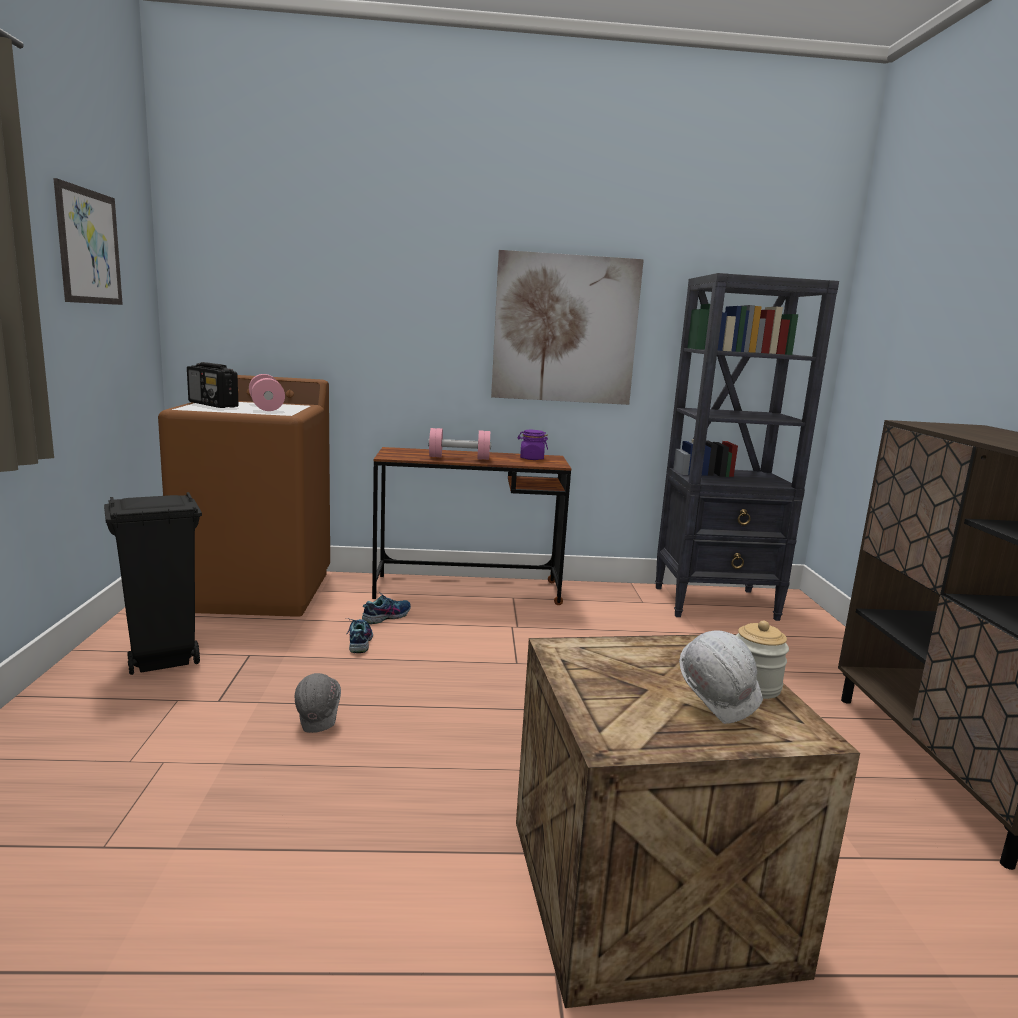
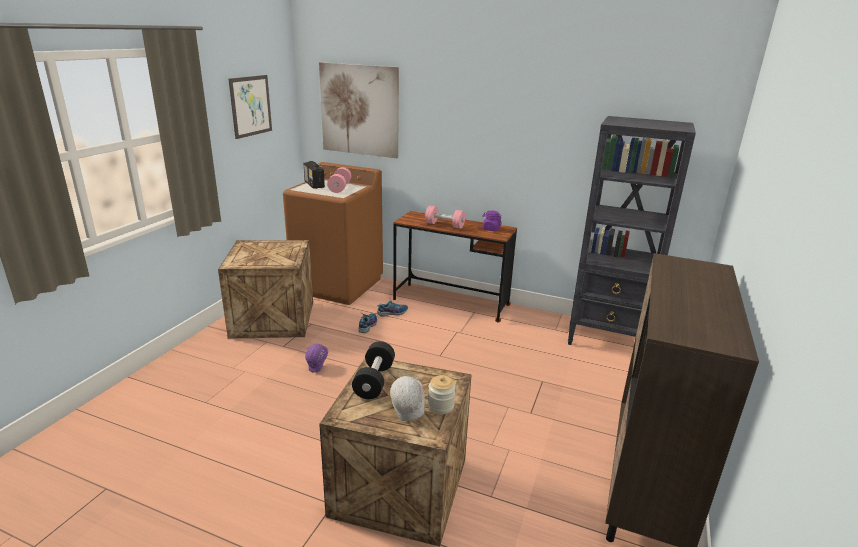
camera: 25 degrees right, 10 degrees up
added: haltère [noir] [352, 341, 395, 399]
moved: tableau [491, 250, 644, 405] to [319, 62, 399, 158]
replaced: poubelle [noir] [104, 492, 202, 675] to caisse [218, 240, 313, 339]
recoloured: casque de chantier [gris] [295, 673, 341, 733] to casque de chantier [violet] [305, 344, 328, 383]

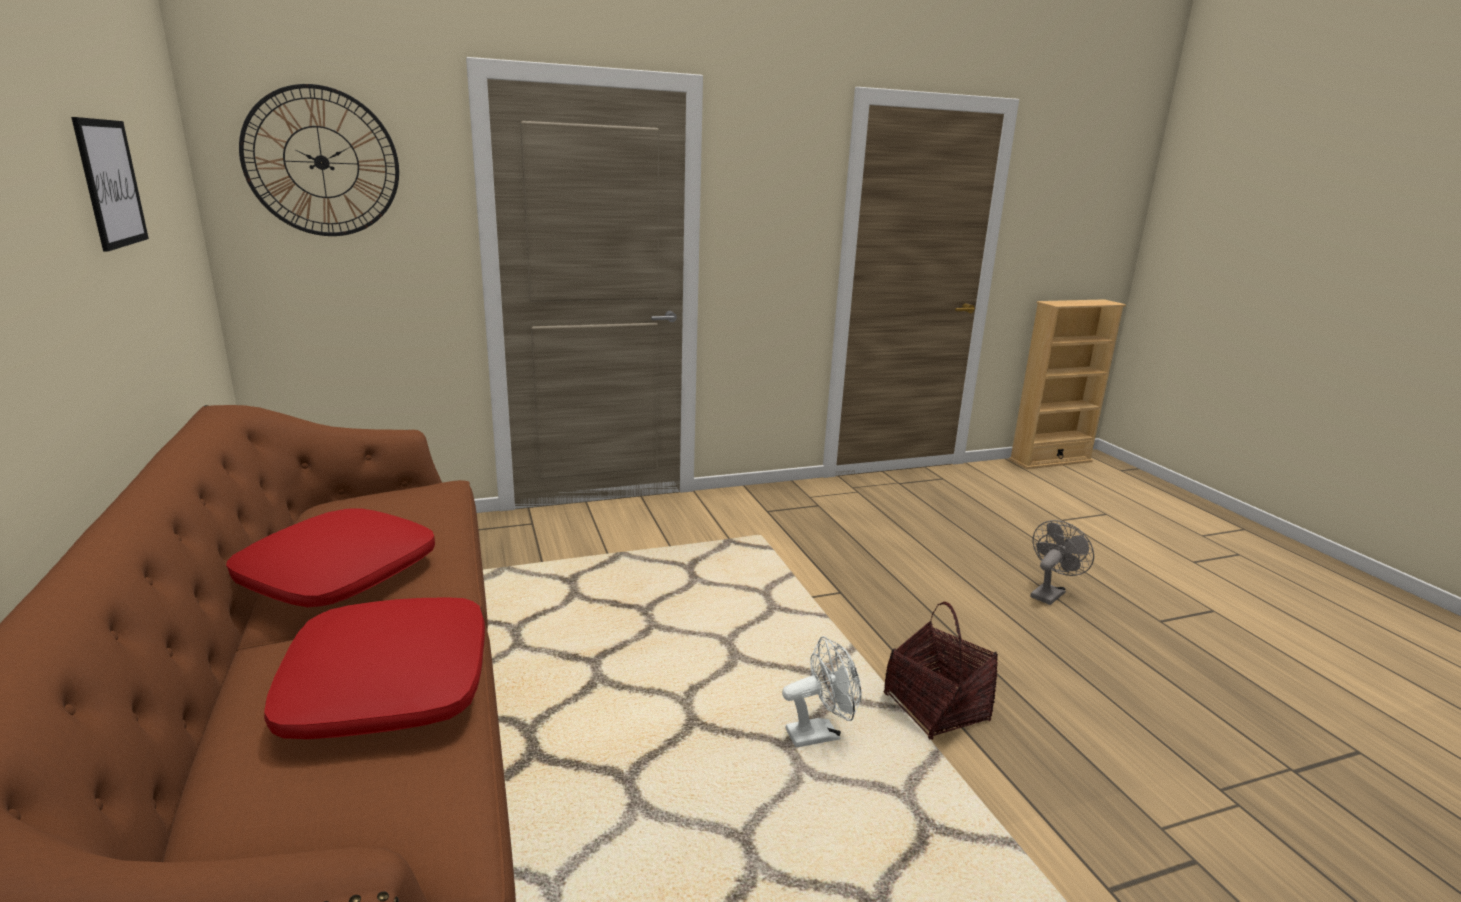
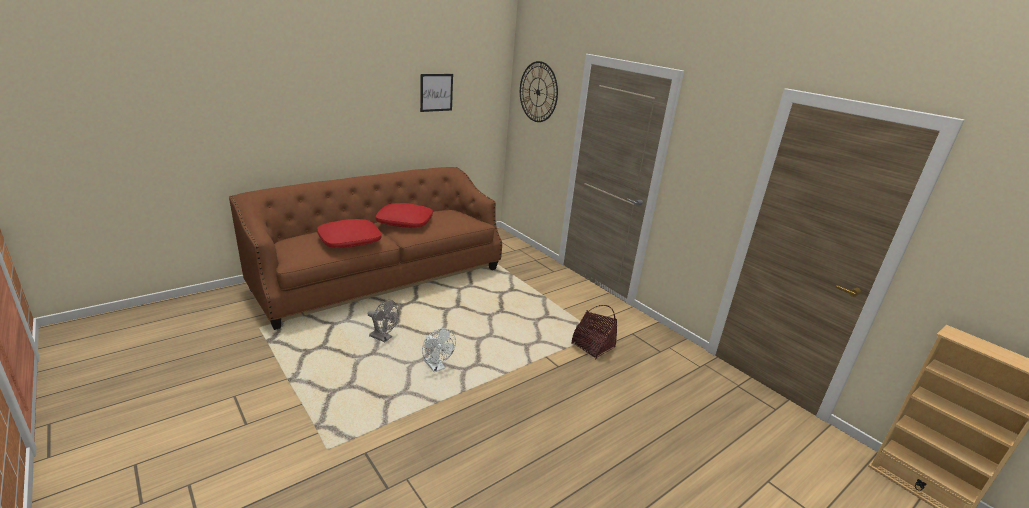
camera: 70 degrees right, 5 degrees up
moved: panier [884, 602, 998, 740] to [571, 305, 617, 359]; ventilateur [gris] [1030, 520, 1094, 605] to [368, 299, 399, 342]

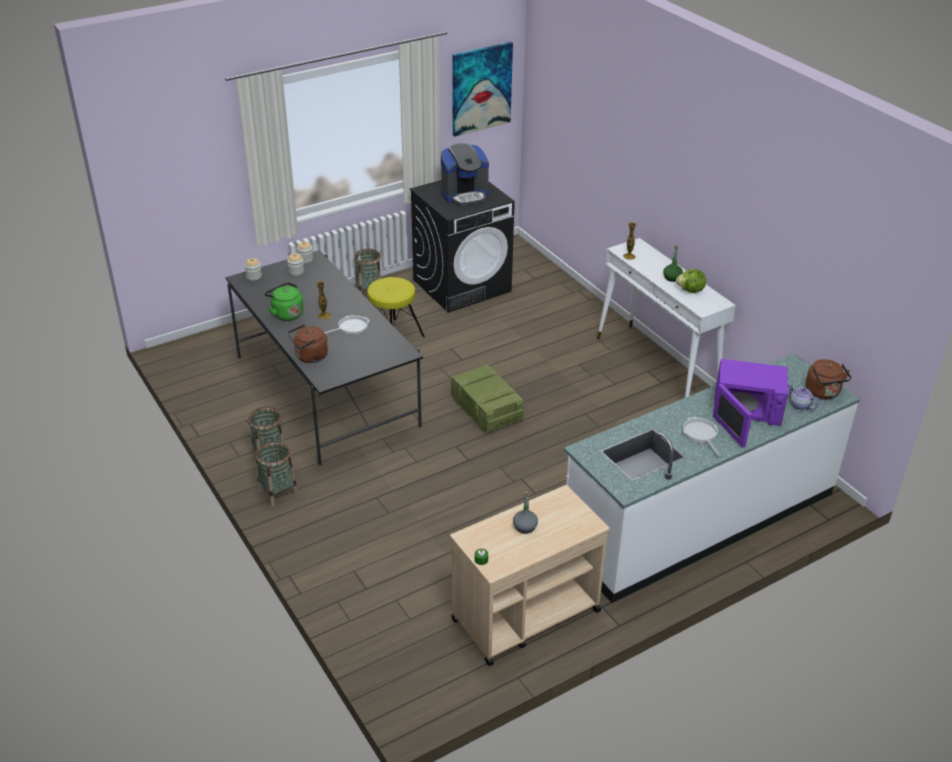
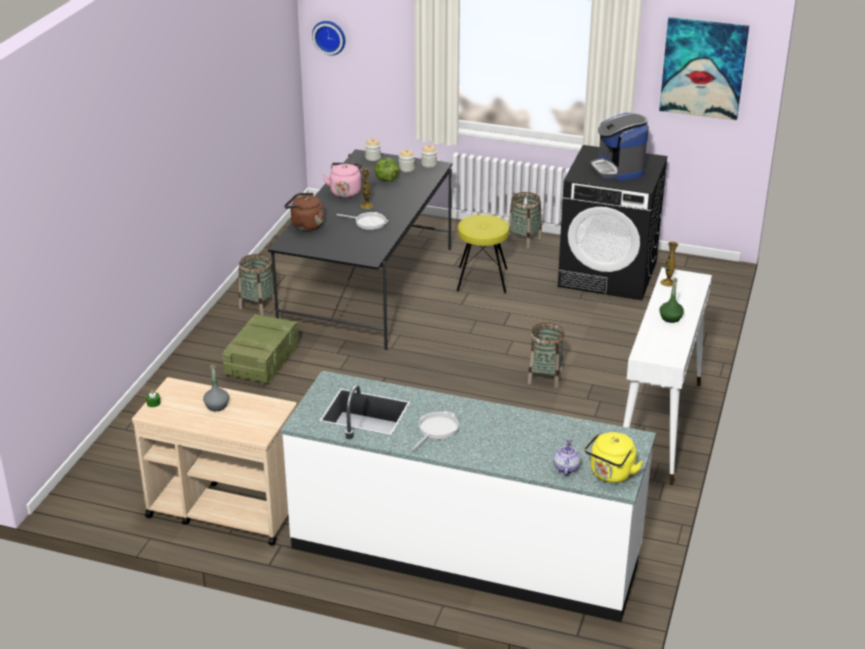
camera: 50 degrees right, 5 degrees down
removed: micro-ondes [violet] [713, 359, 788, 448]
added: horloge murale [312, 21, 345, 55]
moved: panier [256, 442, 298, 507] to [527, 323, 565, 388]; caisse [451, 365, 524, 433] to [222, 314, 299, 383]; laitue [676, 269, 706, 293] to [374, 158, 399, 181]
recoloured: bouilloire [vert] [264, 282, 304, 321] to bouilloire [rose] [323, 163, 362, 198]; bouilloire [marron] [806, 359, 851, 399] to bouilloire [jaune] [585, 432, 643, 483]
turned: machine à café [441, 143, 489, 206] = [590, 113, 649, 181] 45 degrees clockwise

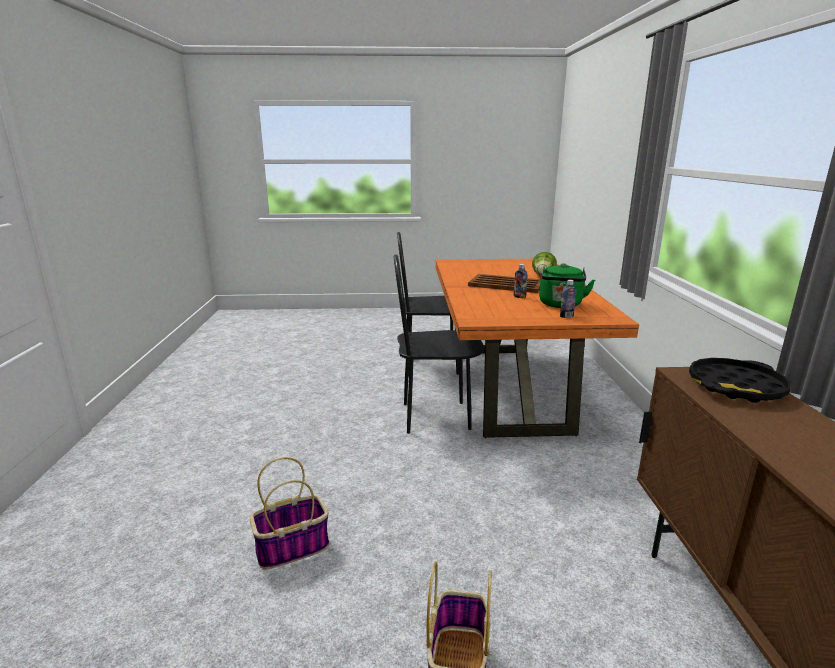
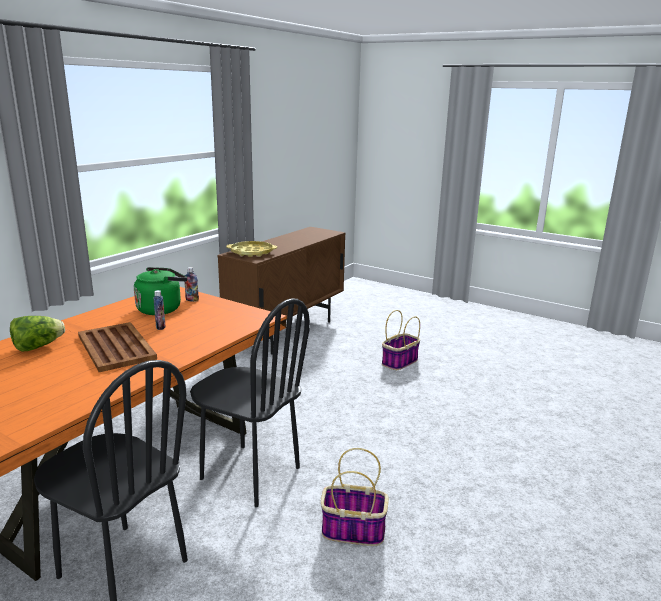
camera: 145 degrees left, 0 degrees up
moved: panier [250, 457, 329, 569] to [321, 448, 389, 546]
recoloured: plateau [noir] [689, 358, 791, 403] to plateau [jaune] [226, 241, 277, 257]

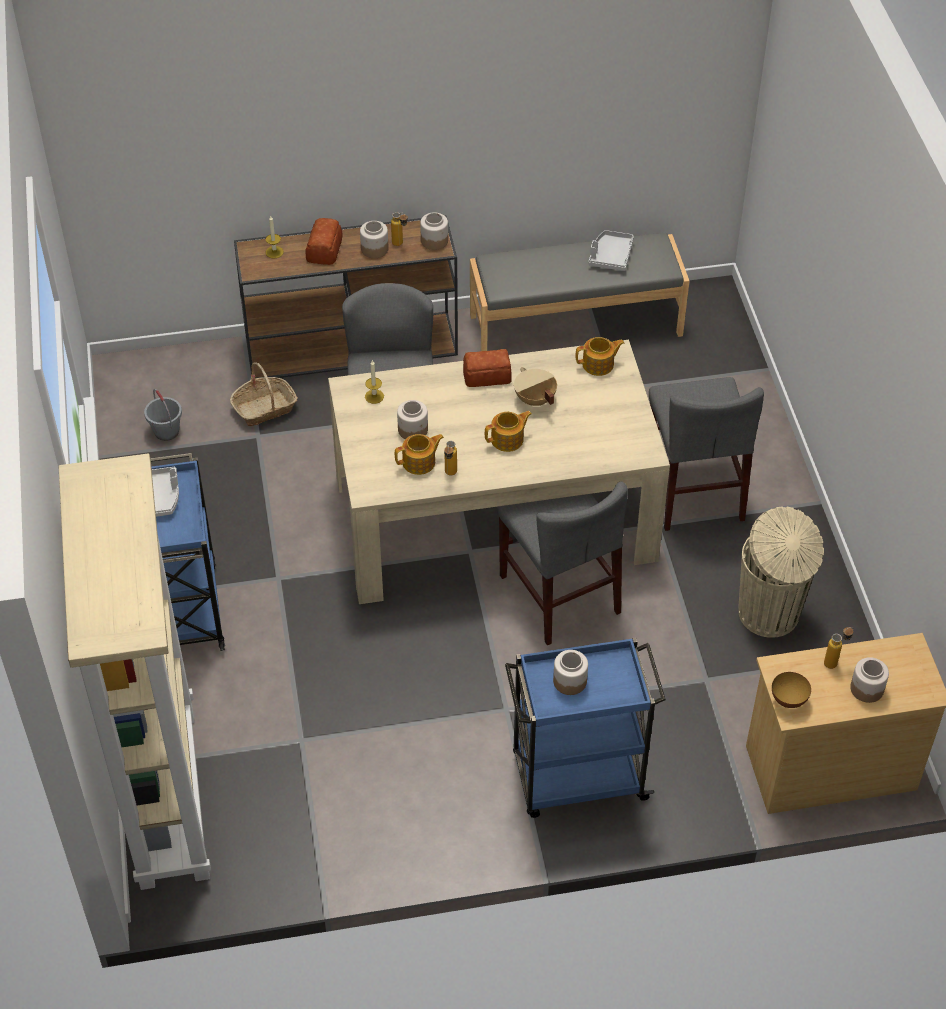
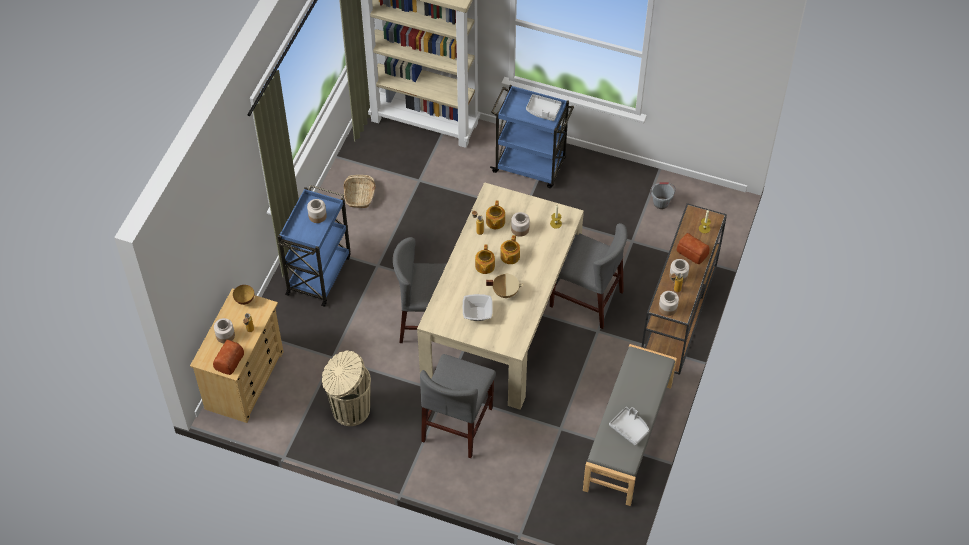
camera: 120 degrees right, 5 degrees up
added: bol [463, 294, 493, 321]
moved: panier [230, 362, 298, 426] to [344, 175, 376, 208]; pain [463, 349, 512, 387] to [213, 340, 244, 375]; théière [576, 337, 624, 376] to [500, 235, 520, 264]
turned: chaise [gris] [649, 377, 764, 531] = [420, 354, 496, 458] 90 degrees counterclockwise

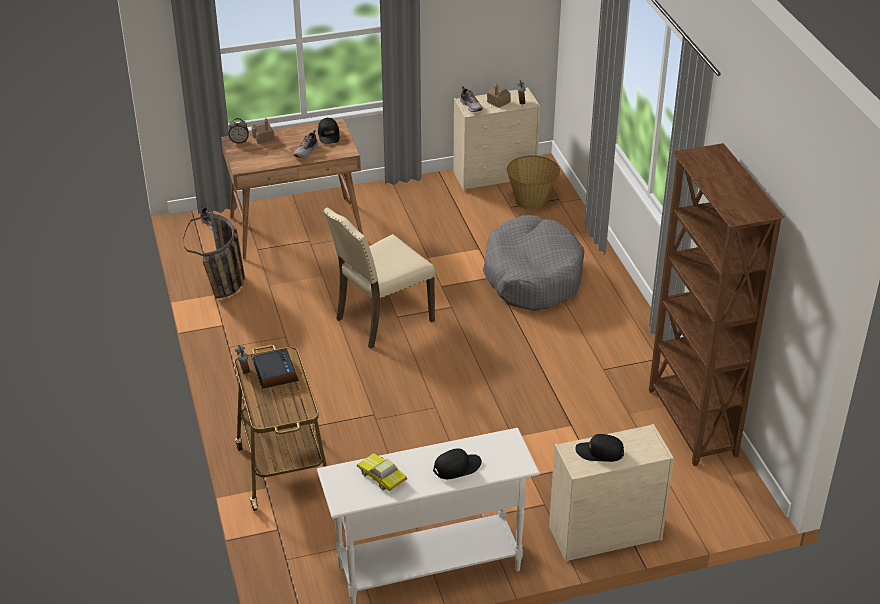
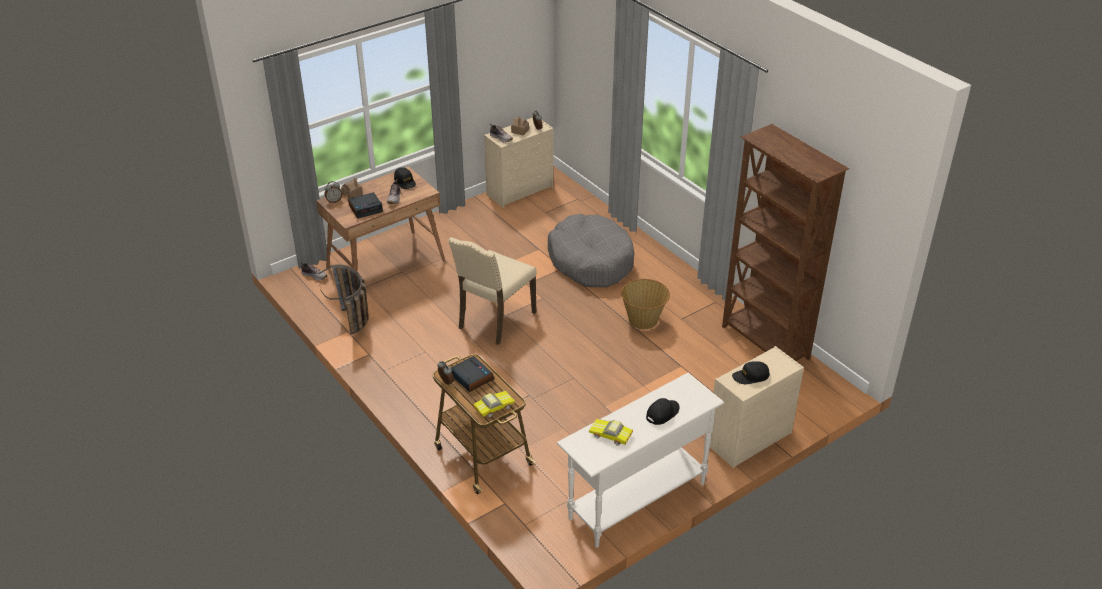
camera: 20 degrees left, 0 degrees up
added: réveil [348, 192, 383, 218]; petite voiture [473, 391, 515, 417]
moved: panier [507, 155, 560, 210] to [621, 279, 670, 329]

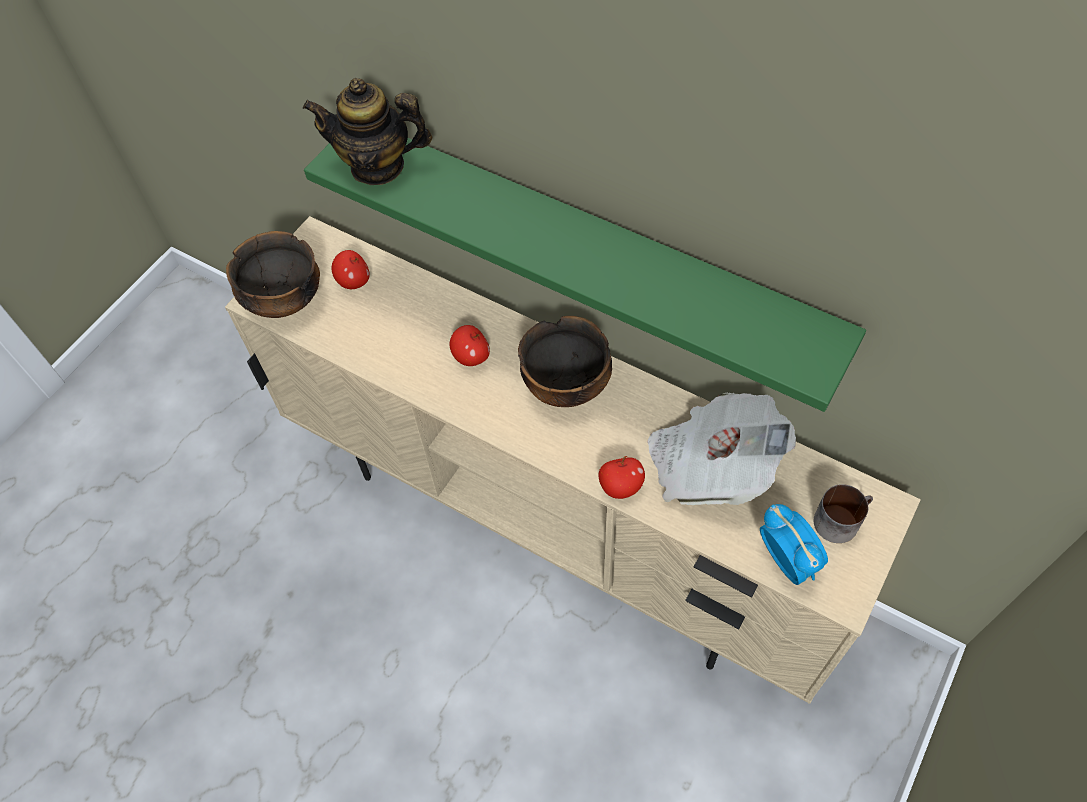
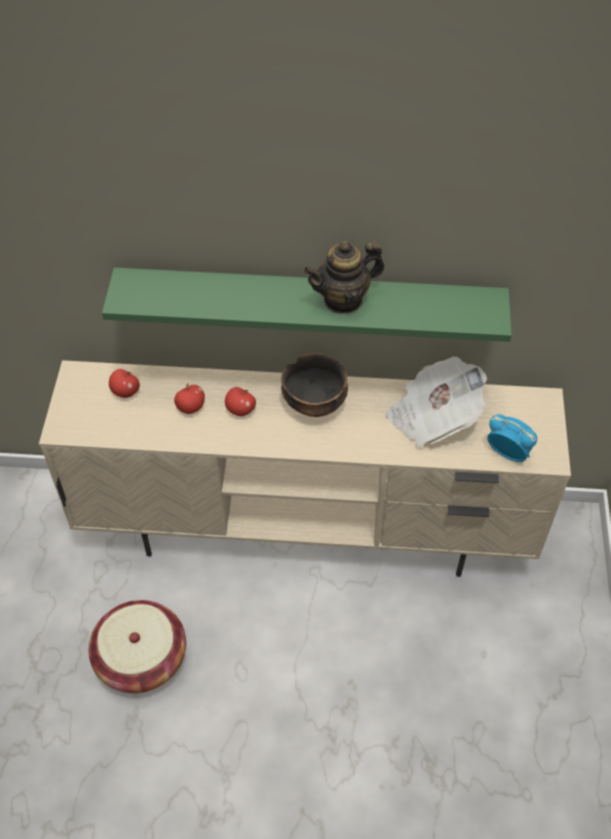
camera: 30 degrees left, 5 degrees down
removed: bol [226, 231, 320, 318]; mug [814, 484, 873, 543]
added: panier [89, 600, 186, 693]
moved: théière [303, 78, 432, 185] to [304, 241, 384, 314]; pomme [599, 456, 645, 499] to [174, 383, 205, 414]

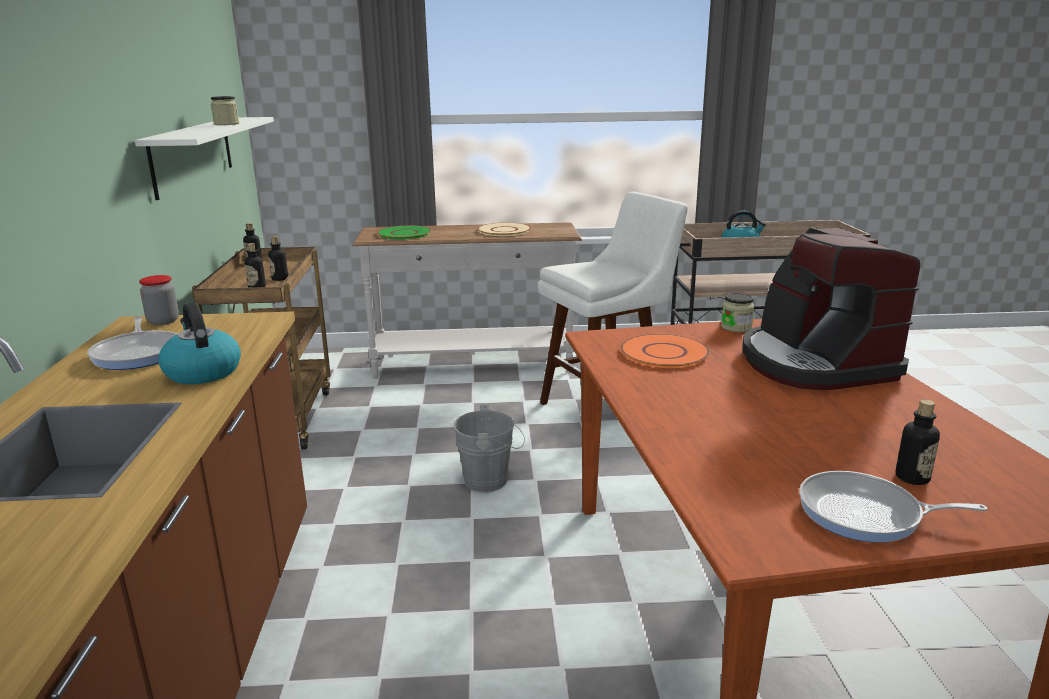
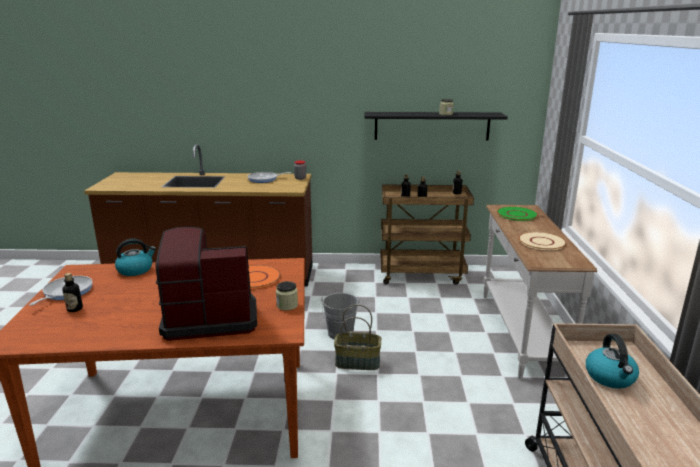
camera: 95 degrees right, 0 degrees up
removed: tabouret [blanc] [538, 192, 688, 405]
added: panier [334, 304, 381, 370]
moved: bouilloire [159, 302, 241, 384] to [115, 239, 156, 276]
recoloured: étagère [blanc] [135, 117, 274, 200] to étagère [noir] [365, 112, 508, 141]

